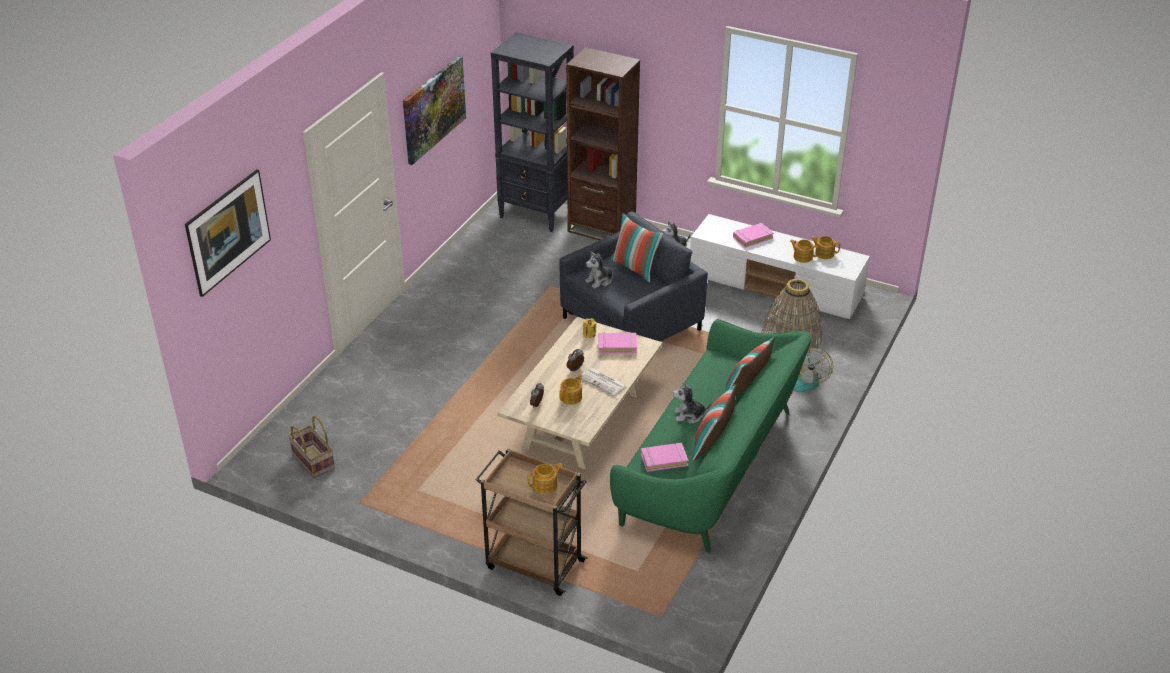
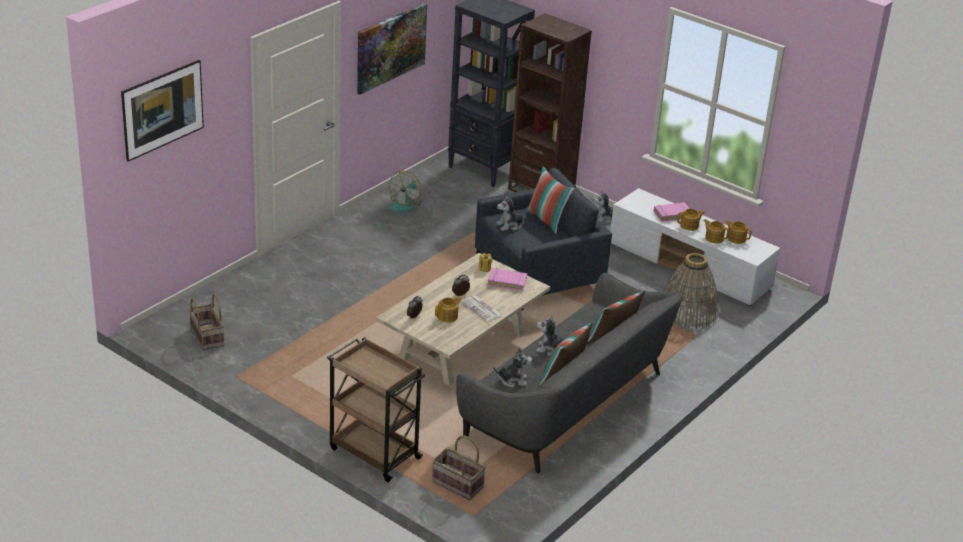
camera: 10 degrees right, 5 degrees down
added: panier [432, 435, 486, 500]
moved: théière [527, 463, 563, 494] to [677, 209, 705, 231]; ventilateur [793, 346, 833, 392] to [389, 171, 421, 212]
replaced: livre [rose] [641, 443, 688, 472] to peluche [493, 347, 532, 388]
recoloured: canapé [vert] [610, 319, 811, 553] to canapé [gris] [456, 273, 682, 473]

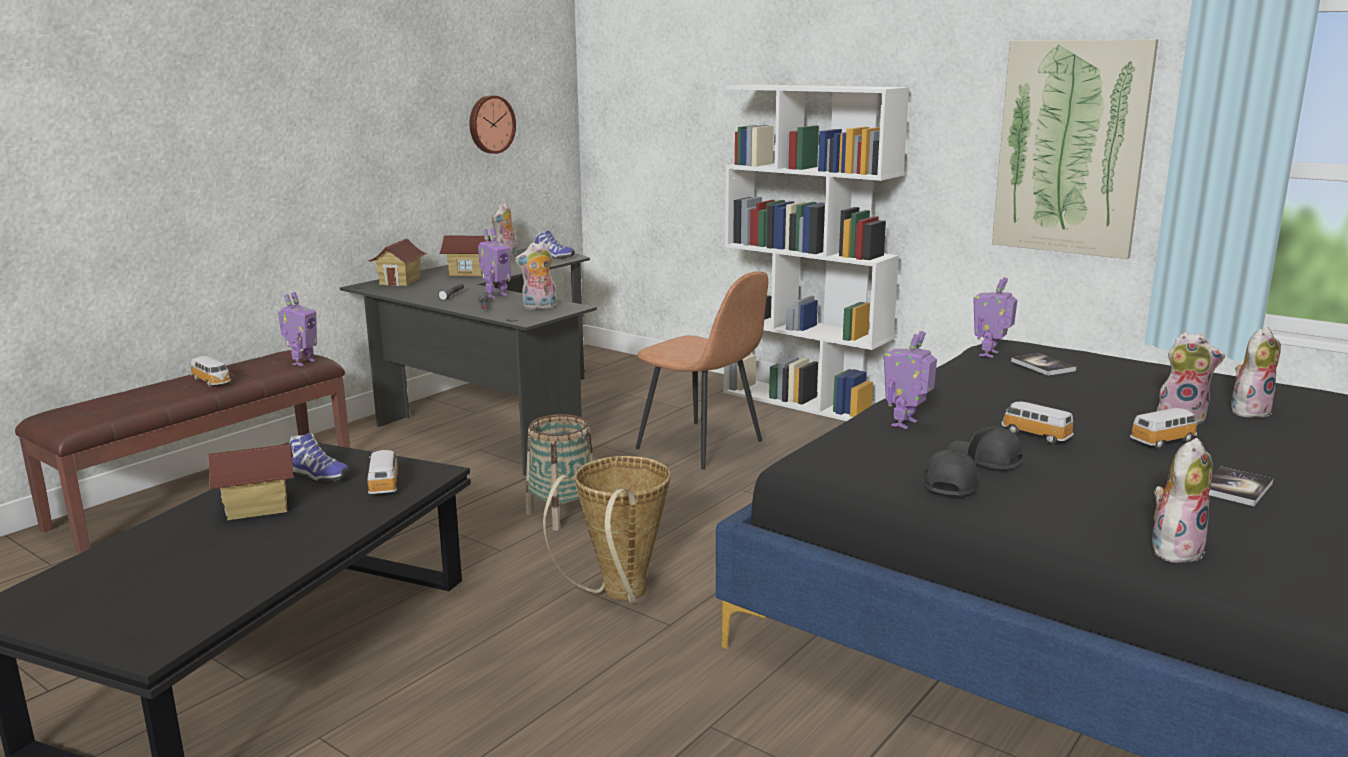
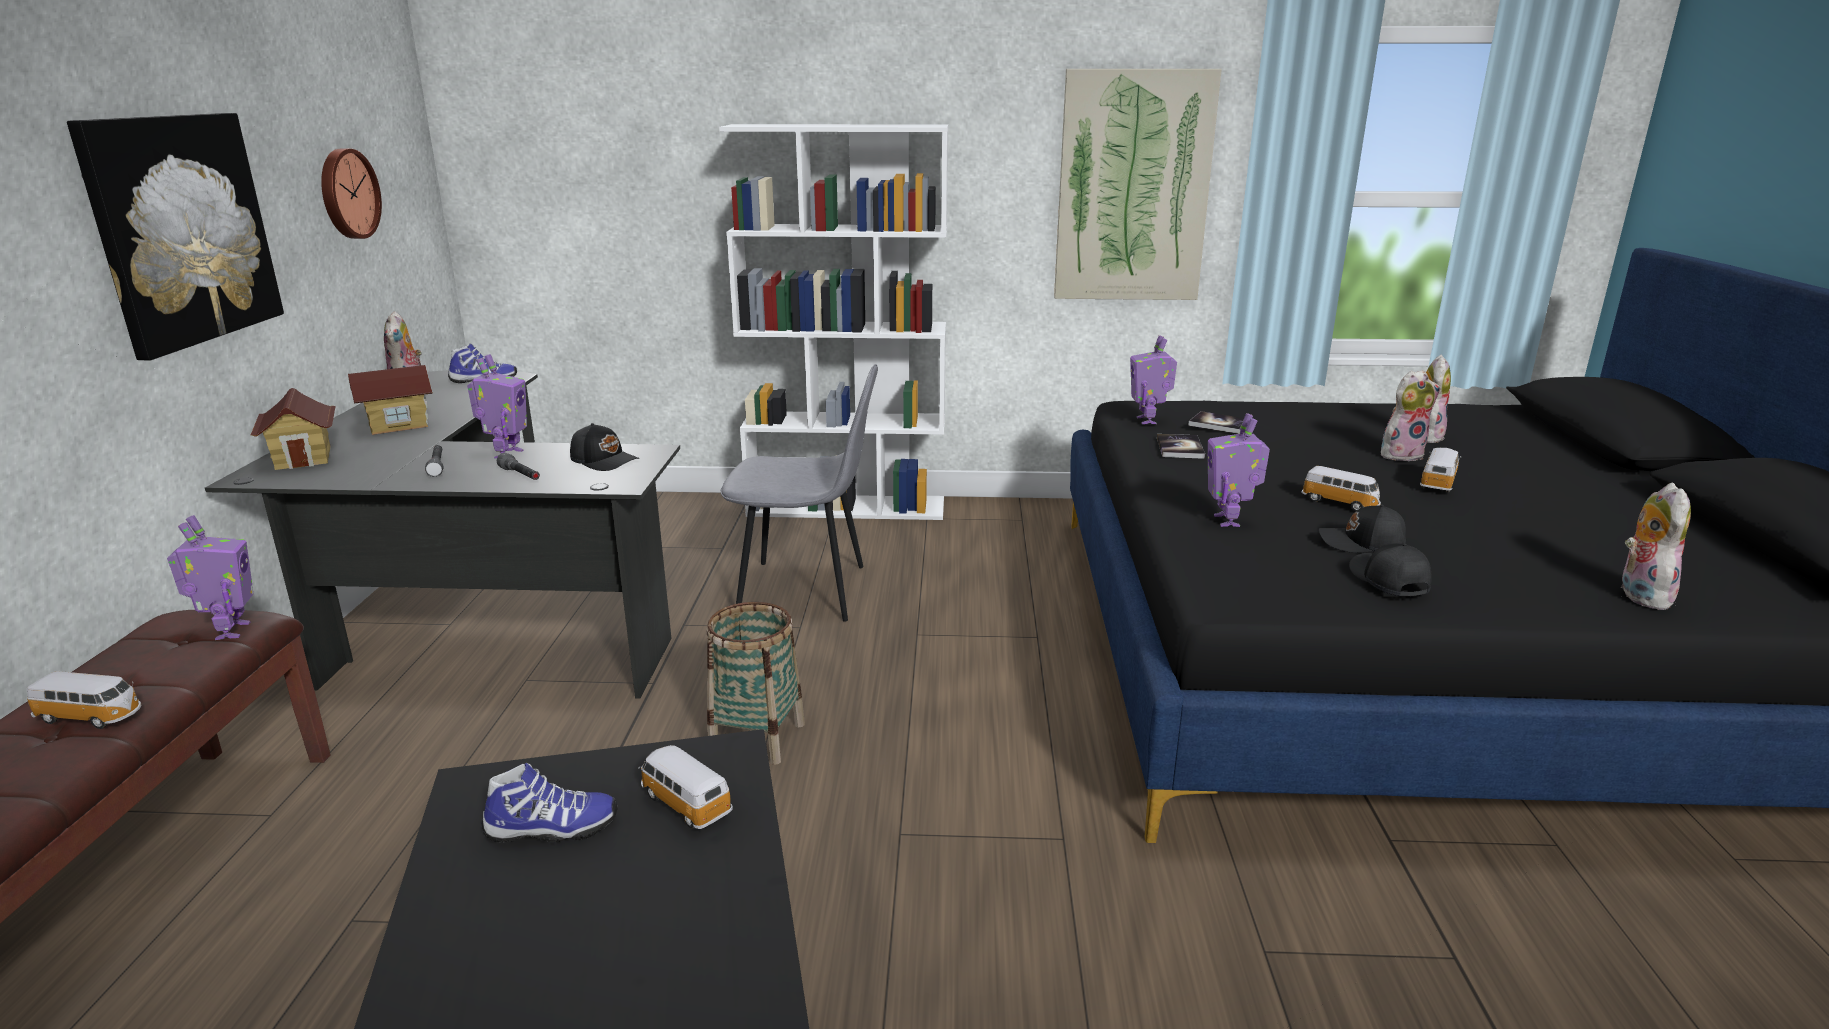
camera: 35 degrees left, 5 degrees up
removed: maison miniature [208, 444, 294, 520]; panier [543, 456, 671, 603]
added: tableau [67, 113, 284, 360]
moved: livre [1209, 466, 1273, 506] to [1157, 434, 1205, 459]
replaced: peluche [515, 242, 557, 310] to casquette [noir] [570, 423, 639, 471]
recoloured: chaise [marron] [636, 271, 768, 469] to chaise [gris] [721, 364, 878, 622]
turned: petite voiture [1001, 402, 1074, 444] = [1301, 466, 1381, 512] 150 degrees counterclockwise

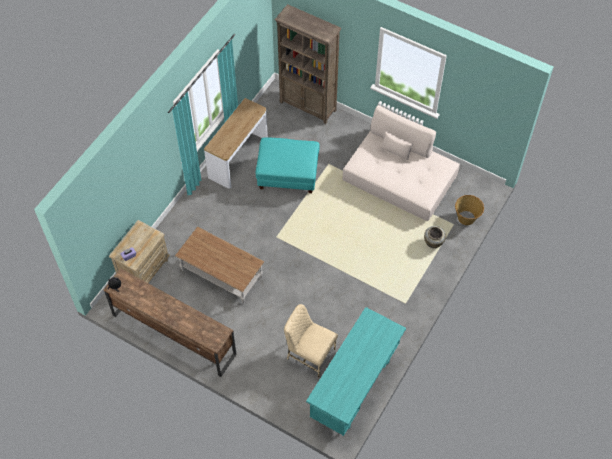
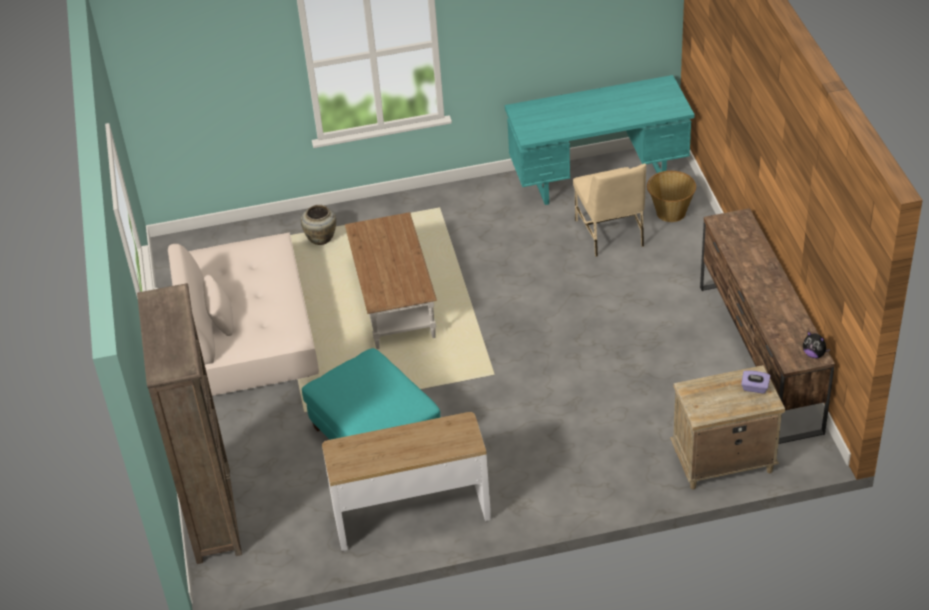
camera: 130 degrees left, 15 degrees down
moved: table basse [marron] [175, 226, 264, 304] to [345, 212, 437, 349]; panier [455, 195, 484, 225] to [647, 171, 696, 222]

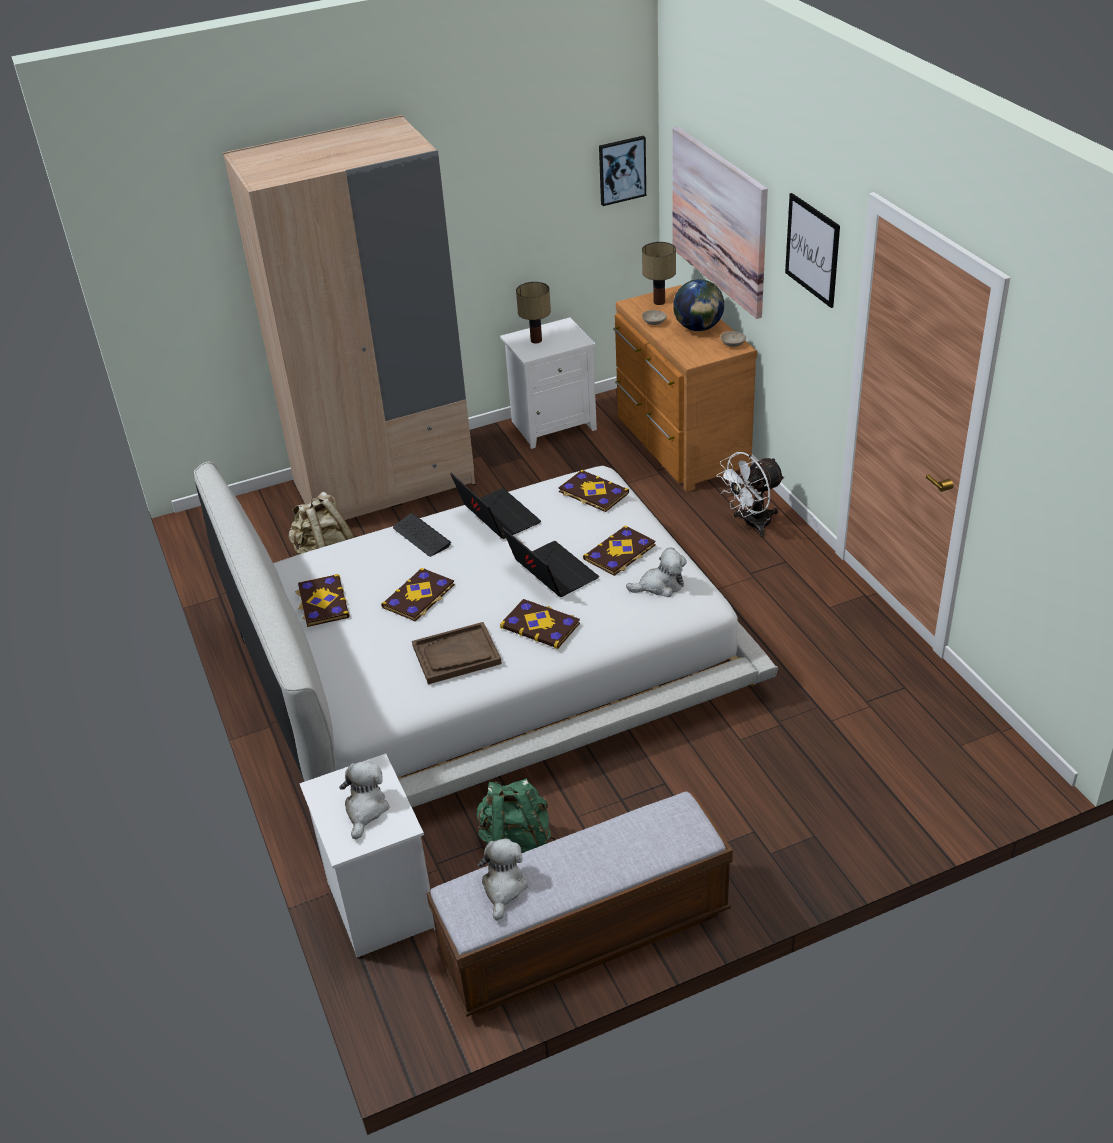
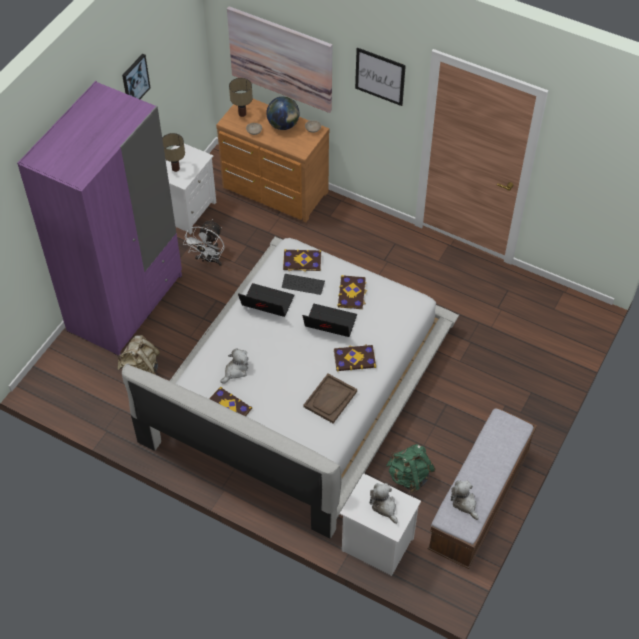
camera: 40 degrees left, 15 degrees up
removed: livre [381, 568, 455, 622]
moved: clavier [393, 513, 451, 557] to [282, 274, 325, 295]; tableau [599, 136, 646, 206] to [122, 54, 150, 99]; peluche [626, 548, 687, 597] to [220, 348, 249, 383]; ventilateur [blanc] [717, 452, 785, 537] to [183, 219, 224, 266]
recoloured: armoire [beige] [223, 115, 476, 520] to armoire [violet] [17, 81, 182, 356]

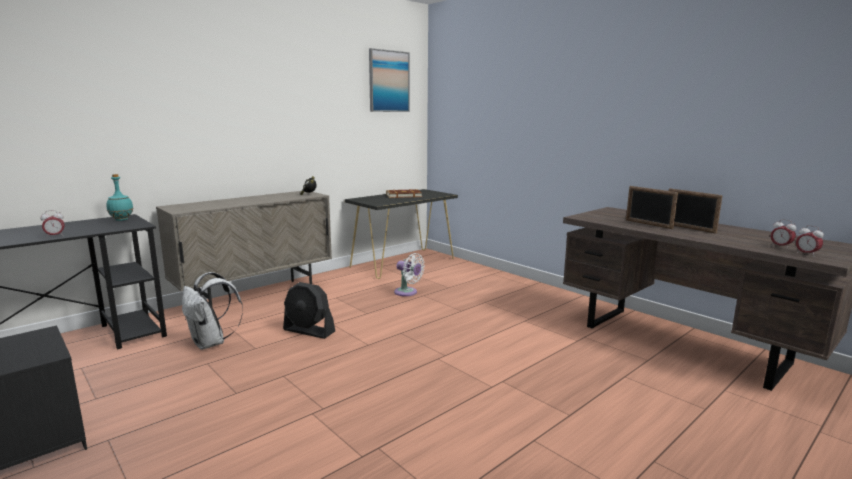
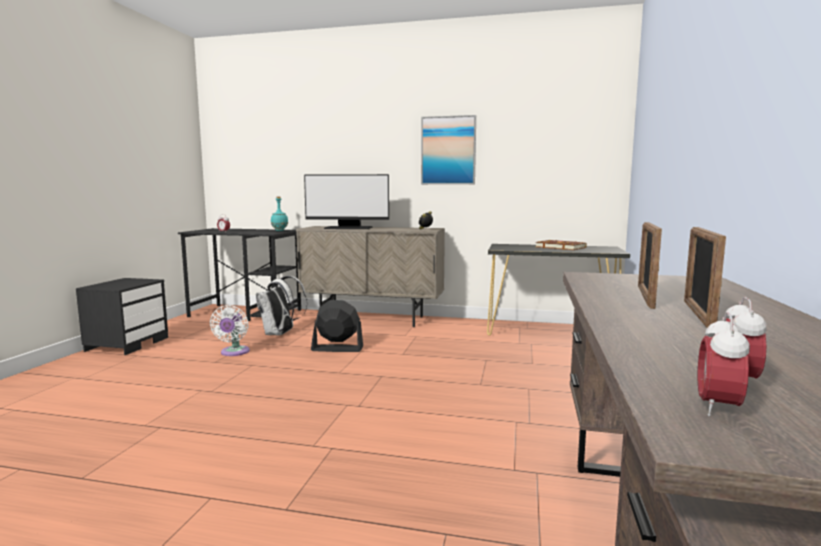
camera: 55 degrees right, 5 degrees down
added: écran d'ordinateur [304, 174, 389, 229]
moved: tableau [369, 48, 410, 112] to [421, 115, 476, 185]; ventilateur [blanc] [394, 253, 425, 296] to [210, 305, 250, 356]
turned: ventilateur [noir] [283, 282, 335, 339] = [311, 300, 363, 352] 105 degrees clockwise

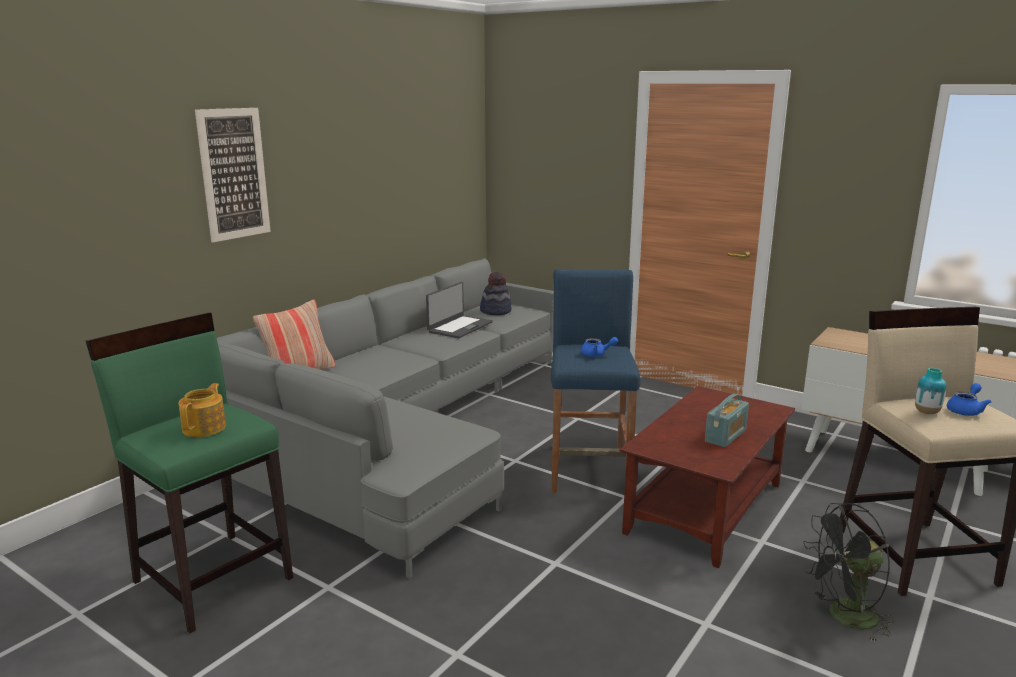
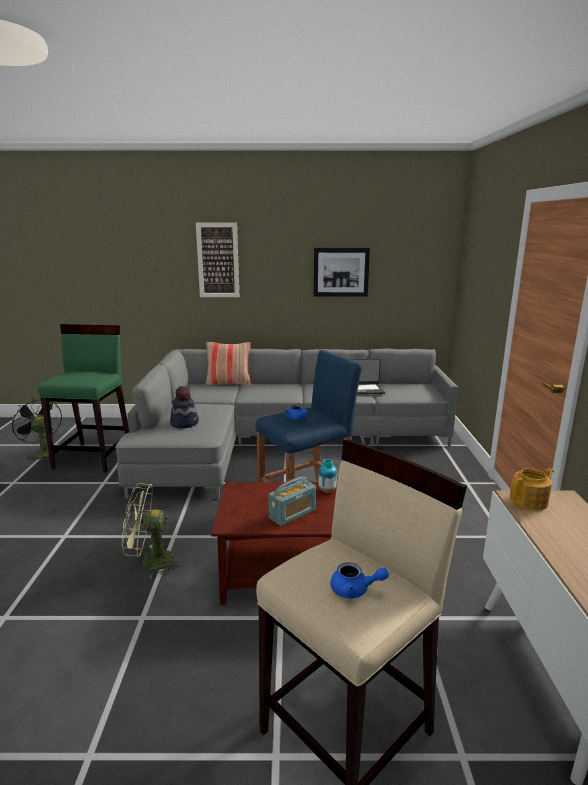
camera: 55 degrees right, 0 degrees up
added: ventilateur [vert] [122, 483, 183, 579]; tableau [314, 248, 370, 296]
moved: théière [179, 383, 226, 437] to [510, 468, 554, 511]; chapeau [480, 272, 512, 315] to [170, 386, 199, 428]; ventilateur [noir] [803, 503, 895, 643] to [10, 398, 62, 461]; vase [915, 368, 946, 414] to [318, 459, 337, 493]
turned: radio [705, 394, 749, 447] = [268, 477, 316, 526] 45 degrees counterclockwise

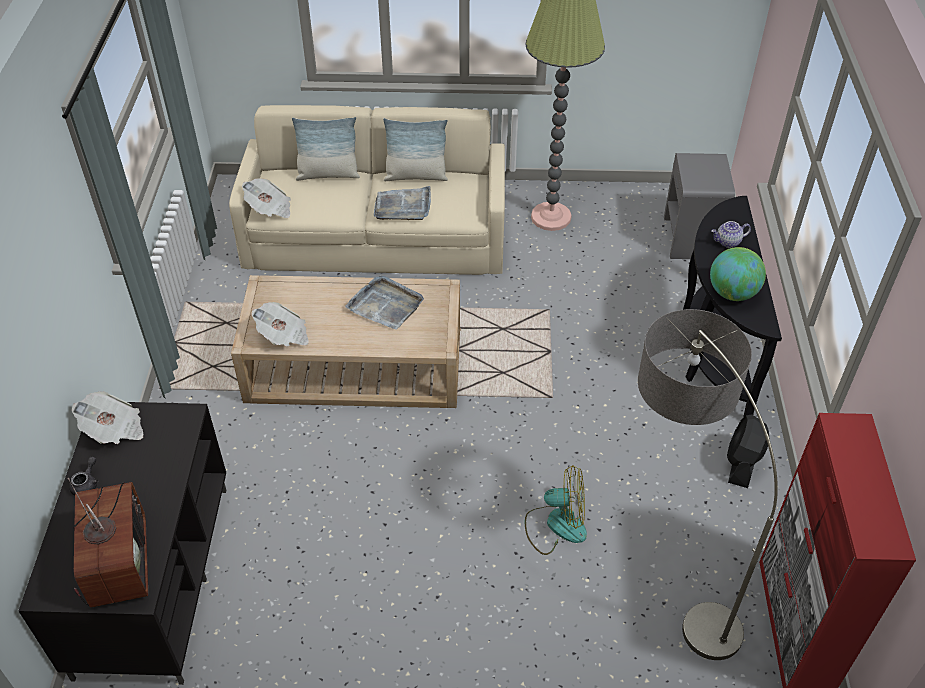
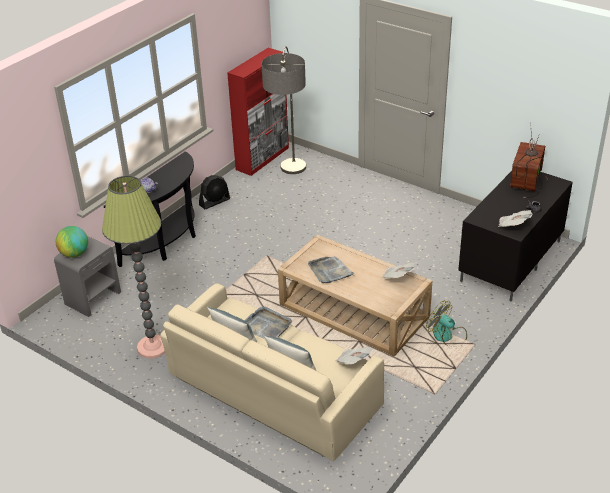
camera: 145 degrees left, 10 degrees down
moved: ventilateur [525, 465, 587, 555] to [426, 300, 467, 347]; globe [710, 247, 766, 301] to [56, 226, 88, 258]

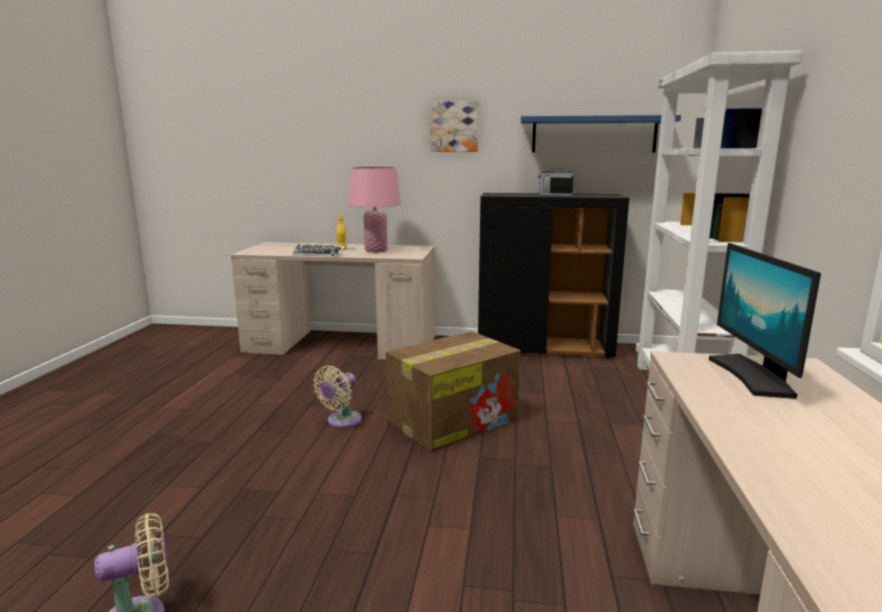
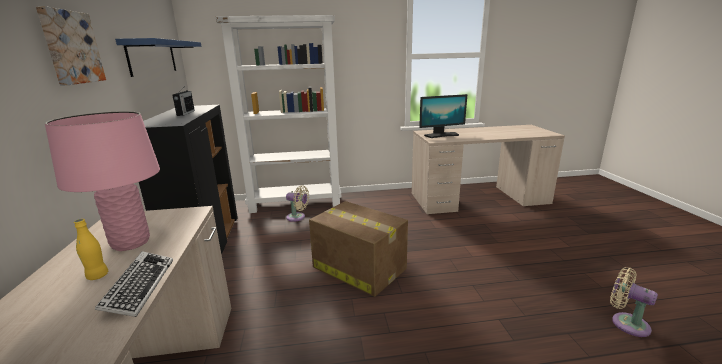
camera: 105 degrees left, 5 degrees up
moved: ventilateur [beige] [313, 366, 362, 428] to [286, 185, 309, 222]

